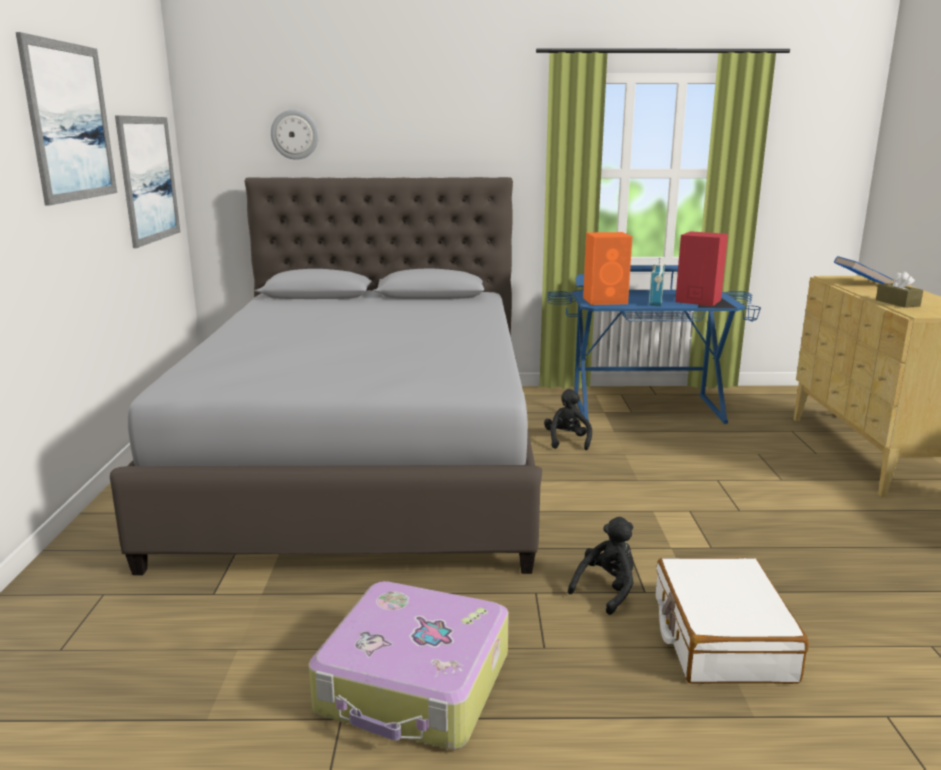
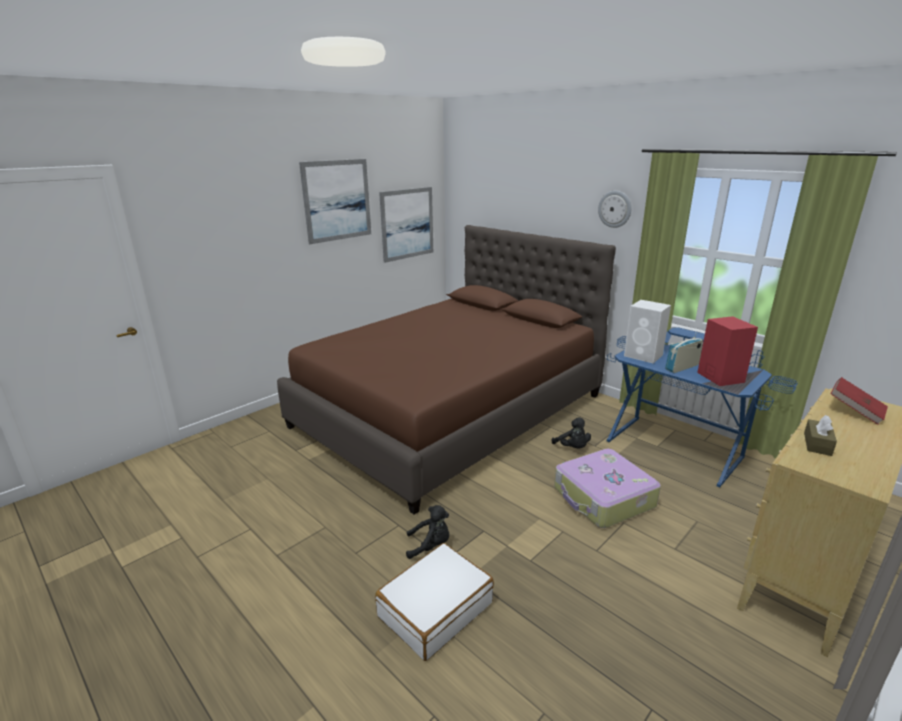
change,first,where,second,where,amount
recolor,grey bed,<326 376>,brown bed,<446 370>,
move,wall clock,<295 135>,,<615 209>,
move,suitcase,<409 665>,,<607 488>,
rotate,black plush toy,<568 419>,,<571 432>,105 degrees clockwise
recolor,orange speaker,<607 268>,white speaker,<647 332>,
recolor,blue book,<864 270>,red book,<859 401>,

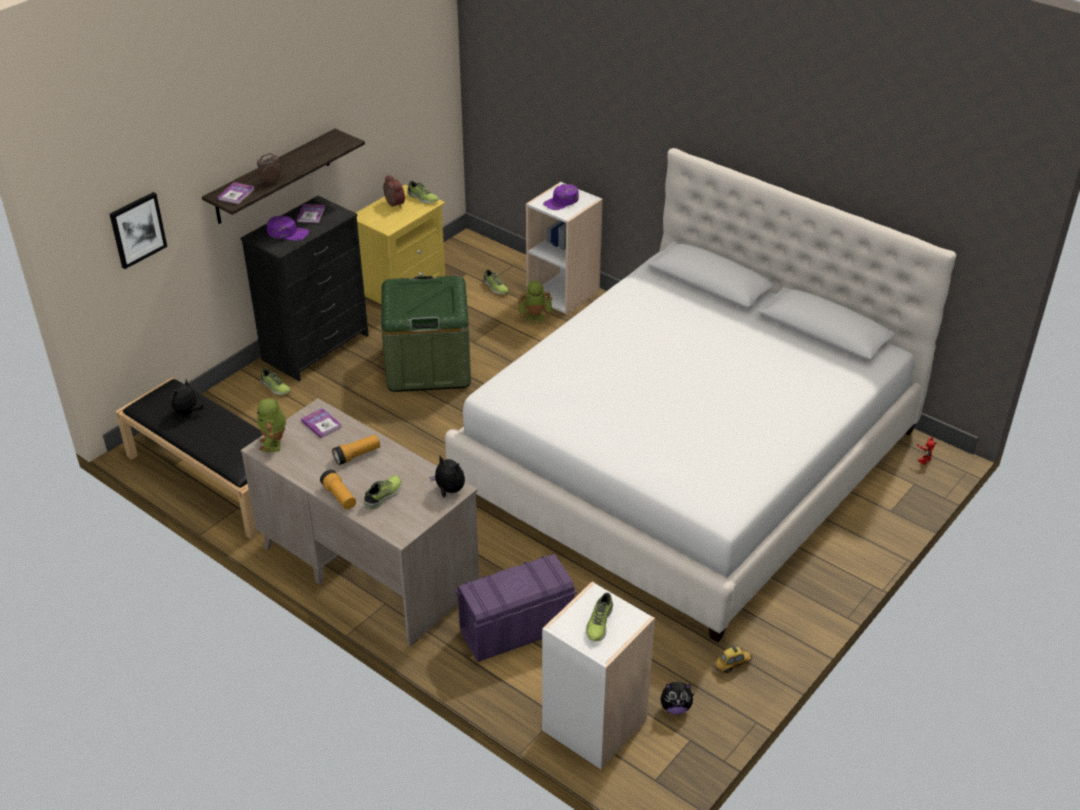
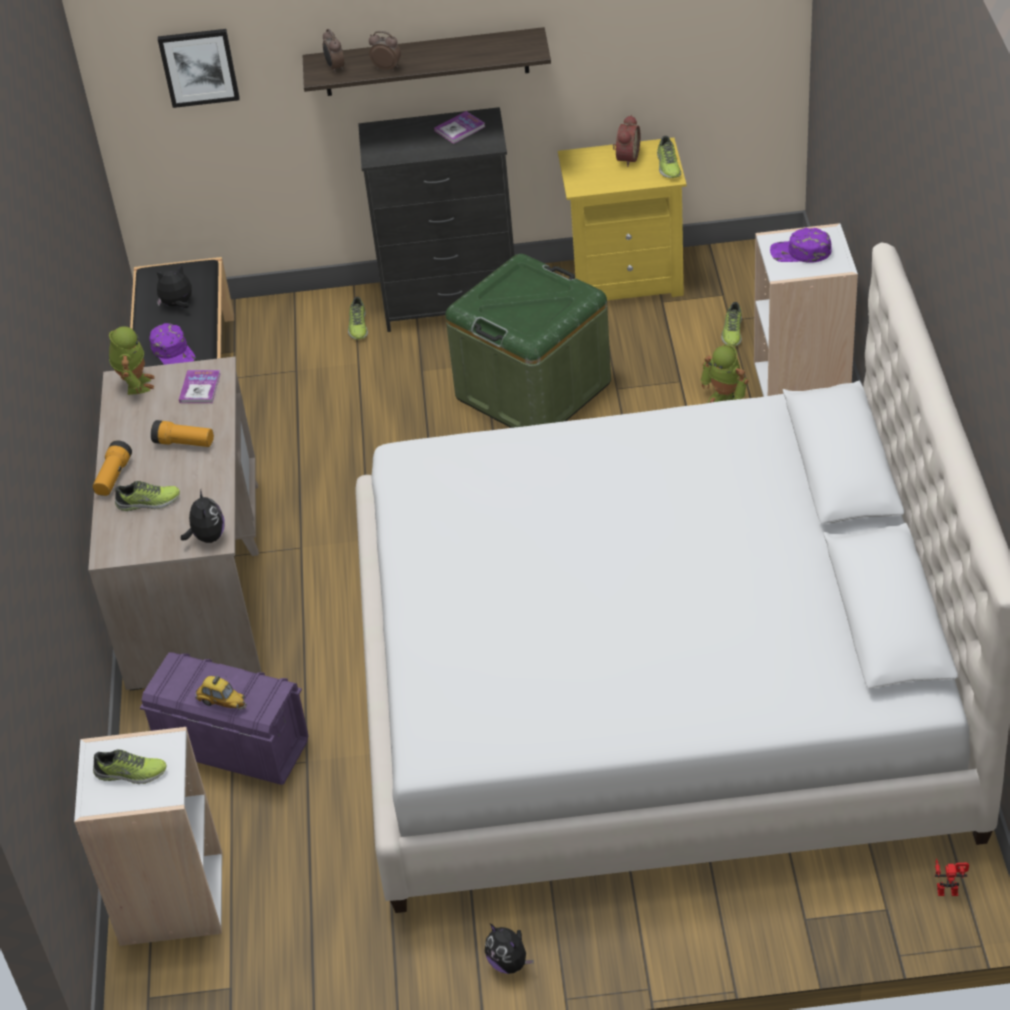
change,first,where,second,where,amount
replace,book,<235 193>,alarm clock,<333 51>,
rotate,toy robot,<271 425>,,<132 360>,135 degrees clockwise
move,purple cap,<288 228>,,<172 344>,
rotate,shoe,<599 617>,,<130 767>,150 degrees counterclockwise
move,plush toy,<677 698>,,<509 948>,
move,toy car,<733 659>,,<221 692>,

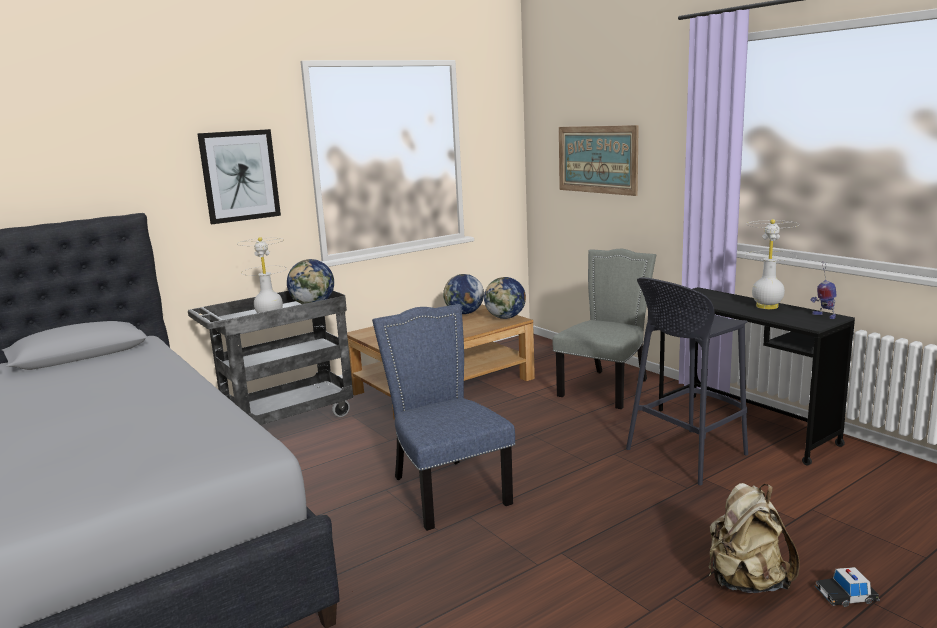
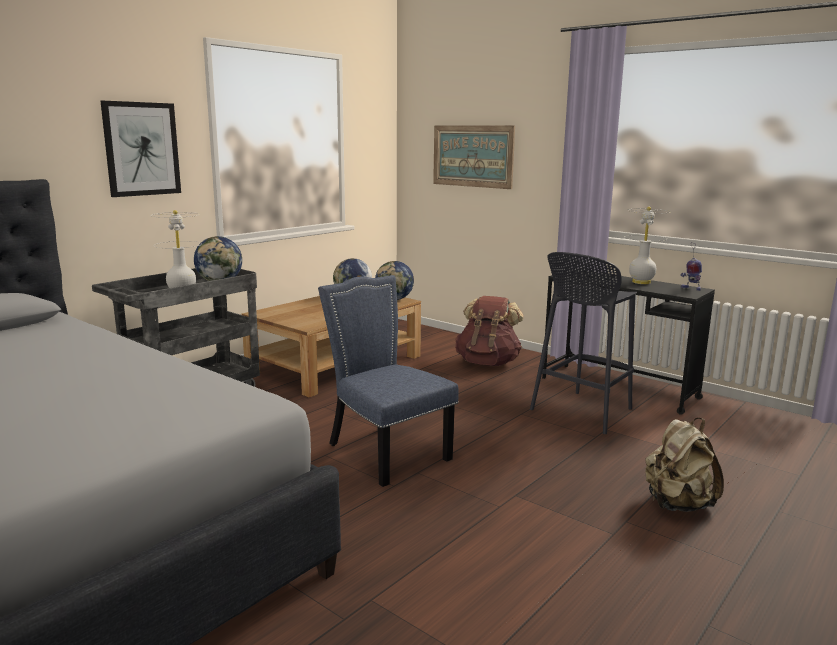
change,first,where,second,where,amount
replace,grey chair,<604 329>,brown backpack,<489 331>,
delete,toy car,<847 587>,,,

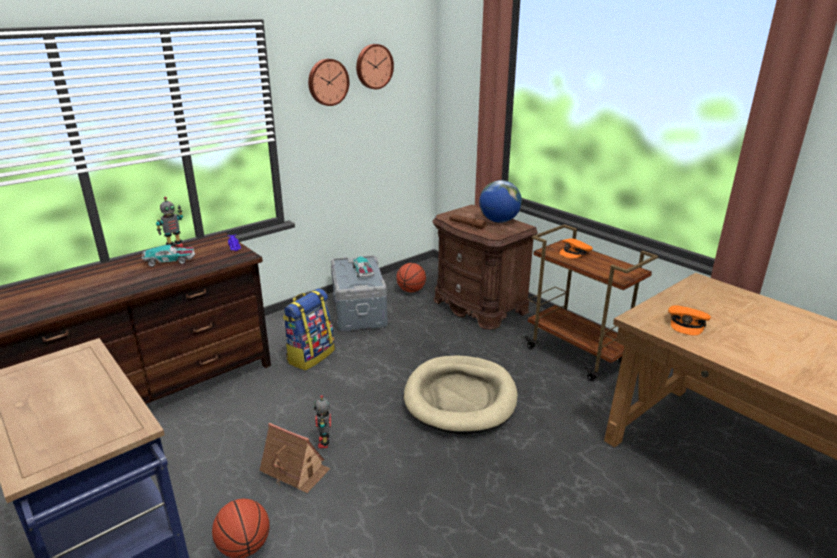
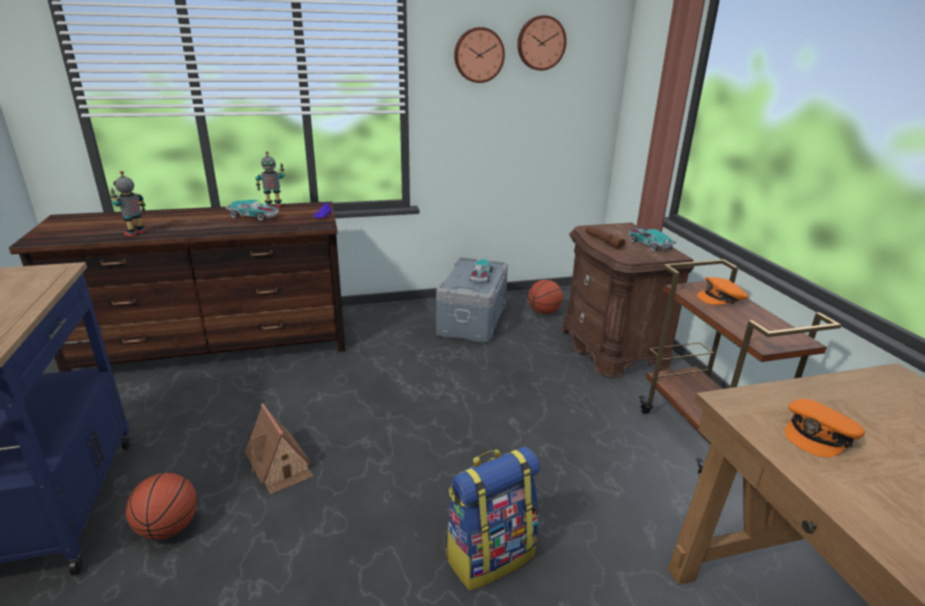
change,first,where,second,where,amount
move,backpack,<309 329>,,<493 518>,
move,toy robot,<322 421>,,<128 204>,
delete,beige dog bed,<461 395>,,,
replace,globe,<500 201>,toy car,<652 240>,

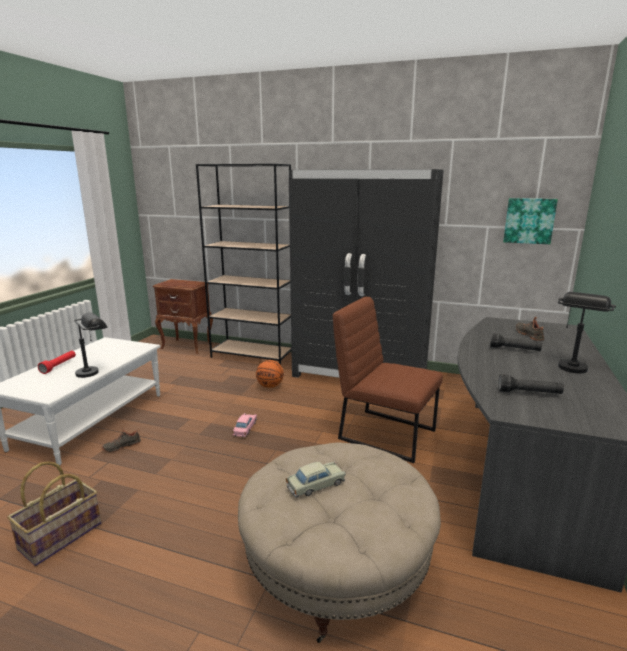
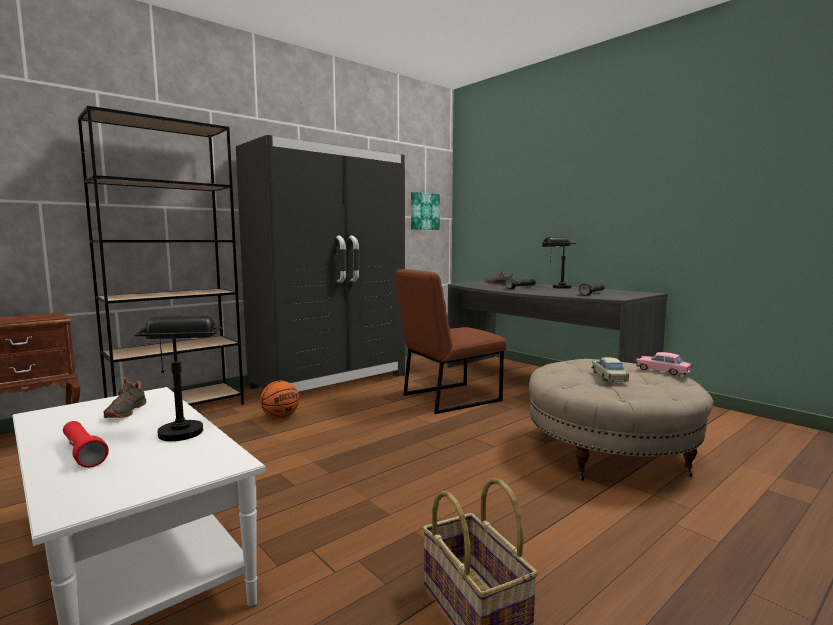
change,first,where,second,where,amount
move,black shoe,<121 440>,,<125 397>,
move,pink toy car,<245 425>,,<664 363>,

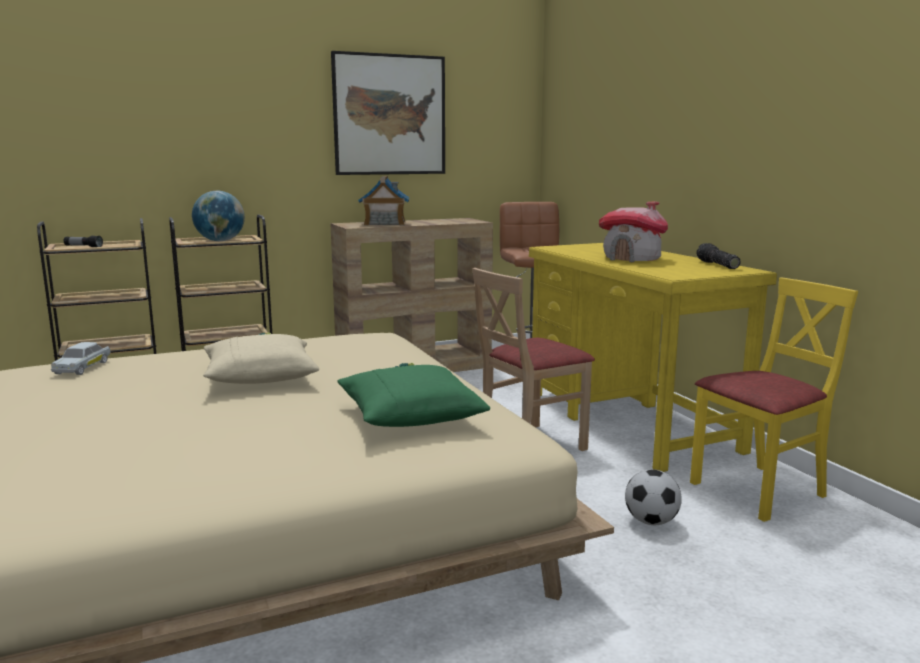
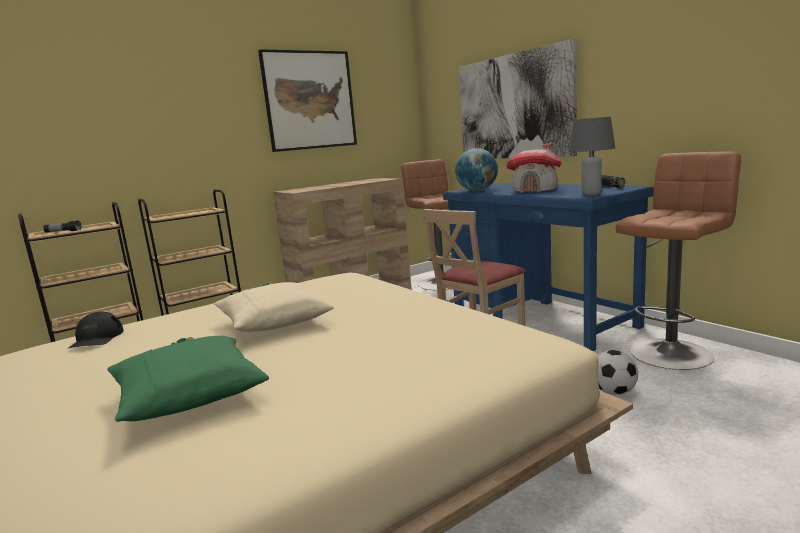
change,first,where,second,where,amount
replace,white toy car,<81 358>,black cap,<96 330>,
move,globe,<218 216>,,<476 169>,
move,green pillow,<413 395>,,<188 379>,
delete,toy house,<384 201>,,,
recolor,yellow desk,<653 357>,blue desk,<548 267>,
replace,yellow chair,<774 399>,brown stool,<678 260>,
insert,,,picture,<518 98>,
insert,,,grey table lamp,<591 156>,

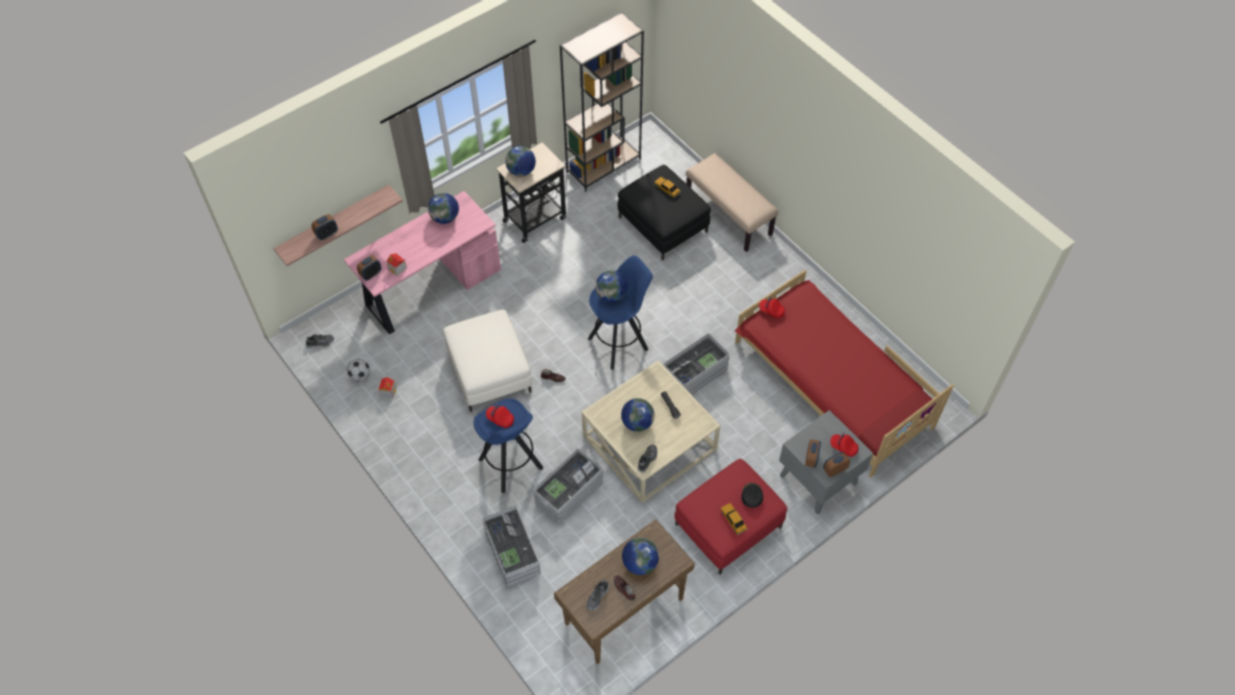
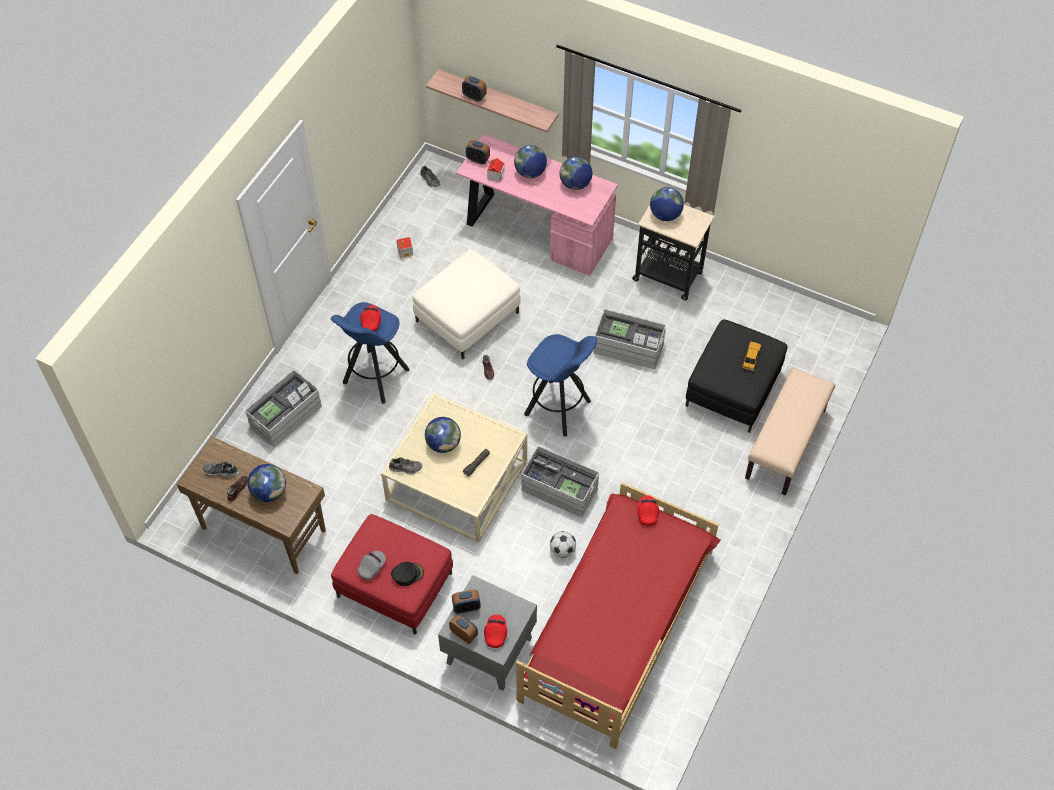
change,first,where,second,where,amount
move,football,<358 370>,,<563 544>,
move,grey storage box,<568 486>,,<629 339>,
delete,bookcase,<602 102>,,,
move,globe,<612 286>,,<530 161>,
replace,toy car,<734 519>,grey cap,<372 565>,

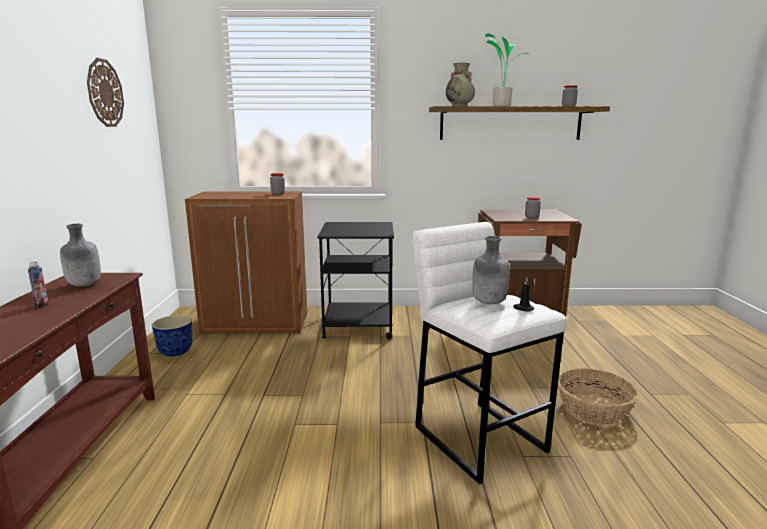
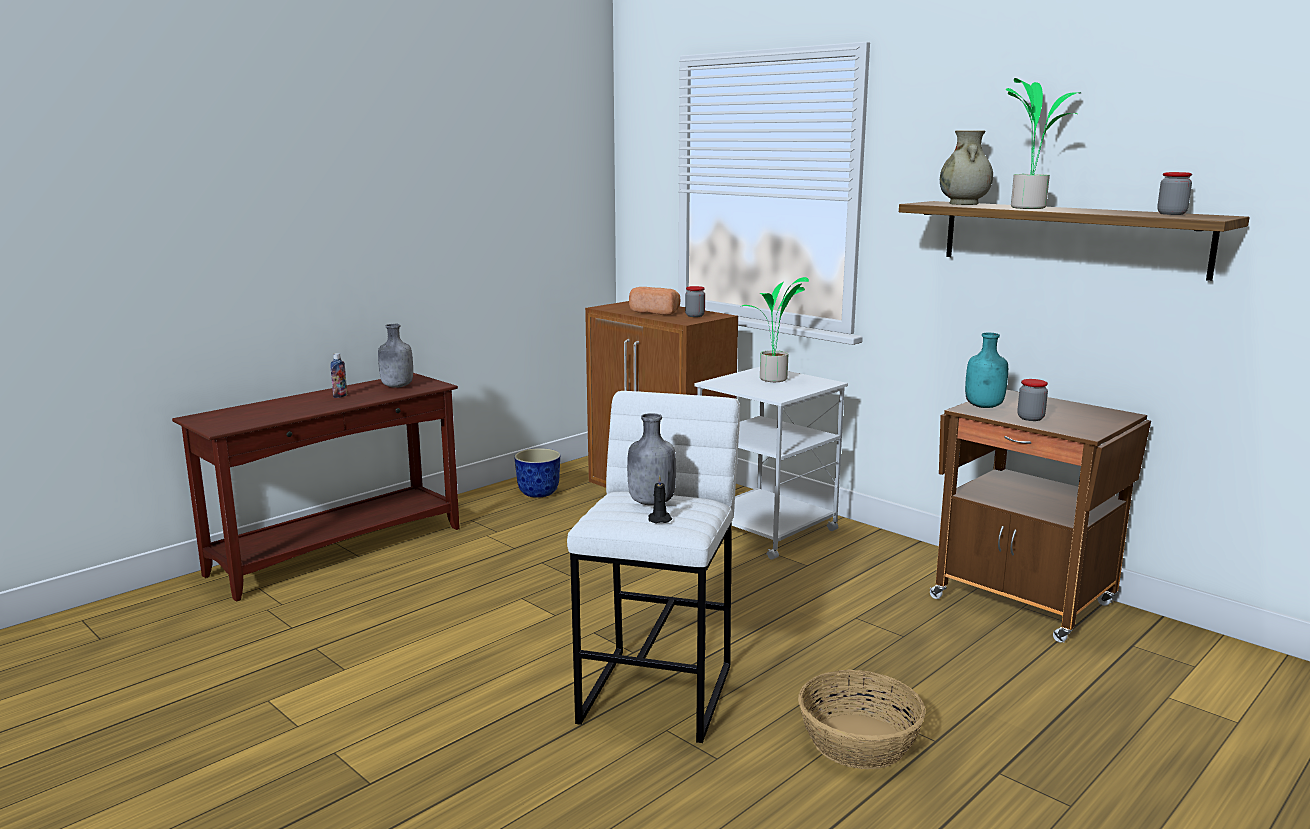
change,first,where,second,where,amount
delete,wall clock,<105 92>,,,
recolor,black cart,<356 280>,white cart,<771 463>,
insert,,,bread,<654 301>,
insert,,,potted plant,<775 329>,
insert,,,turquoise bottle,<986 370>,

